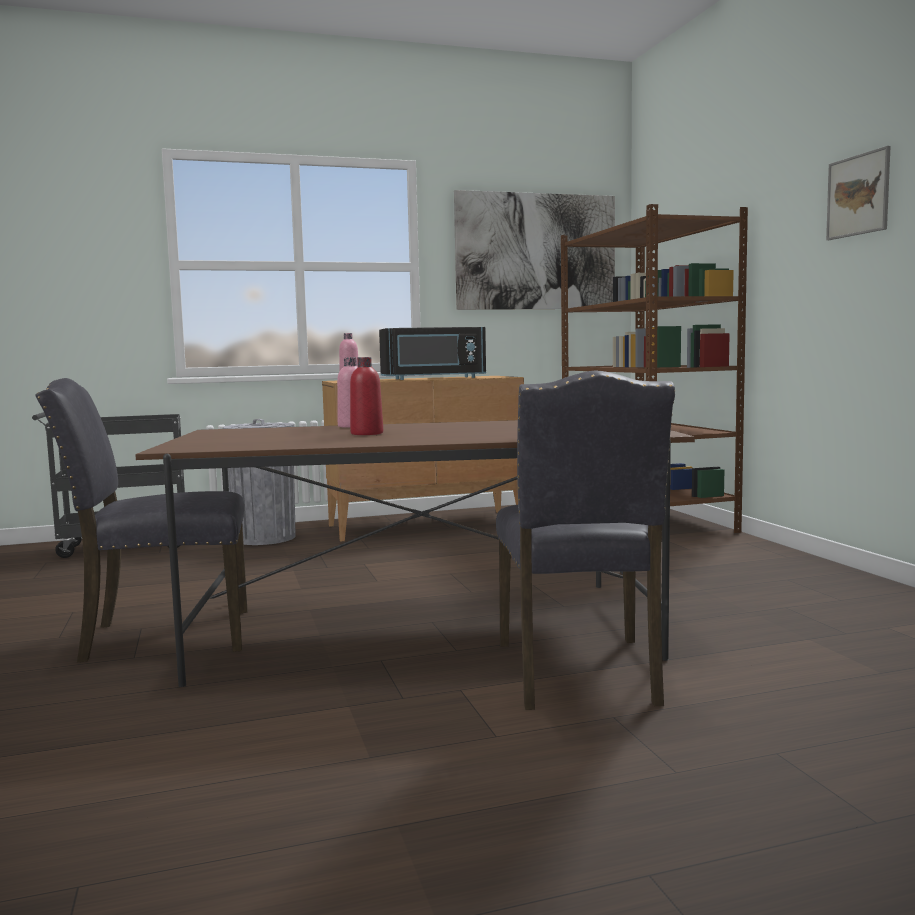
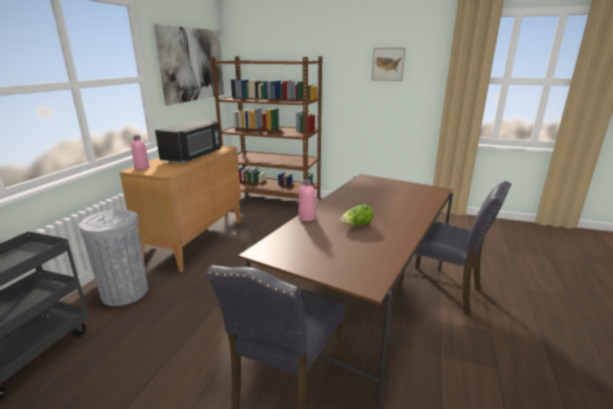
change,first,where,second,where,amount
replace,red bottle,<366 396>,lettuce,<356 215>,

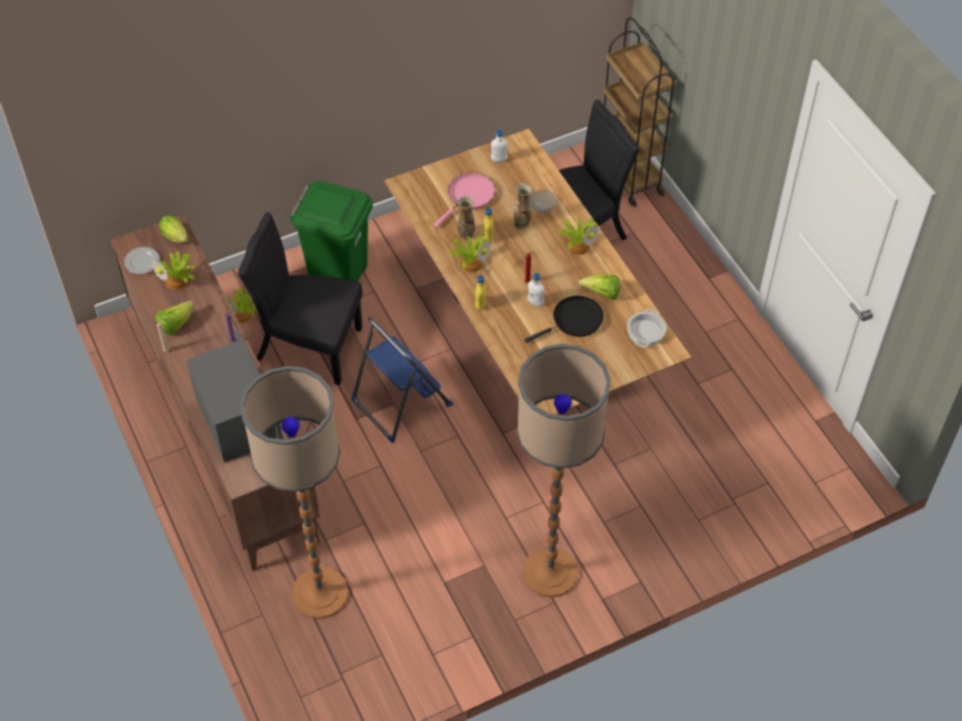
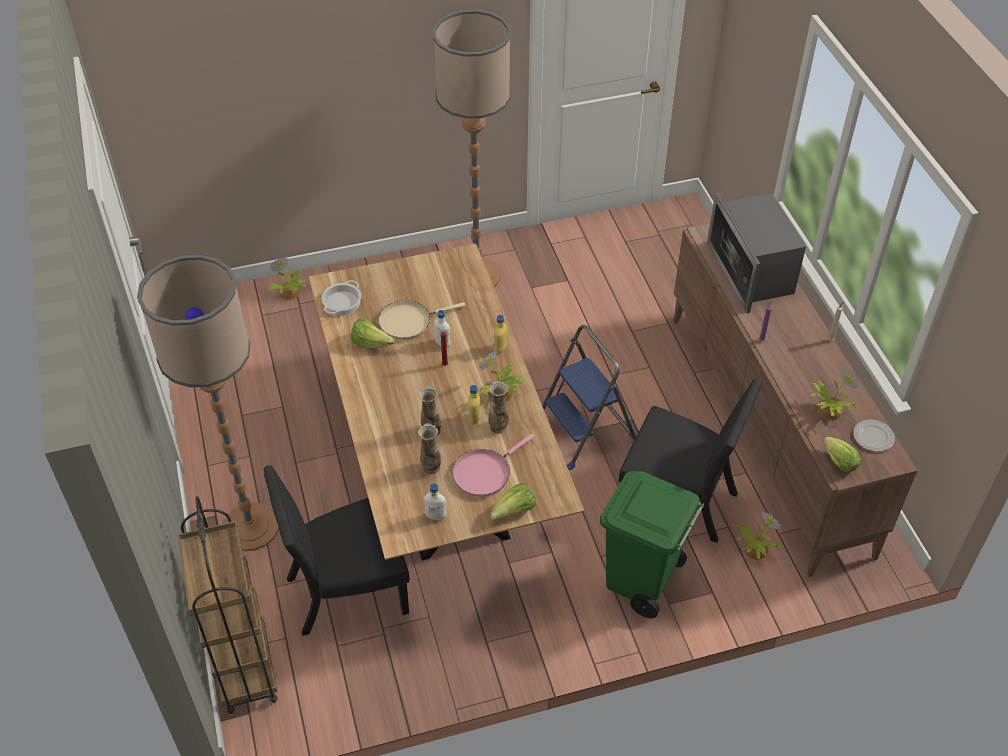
change,first,where,second,where,amount
move,lettuce,<174 317>,,<513 501>,
move,floor lamp,<294 492>,,<208 403>,
recolor,black frying pan,<564 319>,beige frying pan,<422 320>,
delete,beige plate,<543 201>,,,
move,potted plant,<577 237>,,<286 278>,
insert,,,vase,<429 448>,

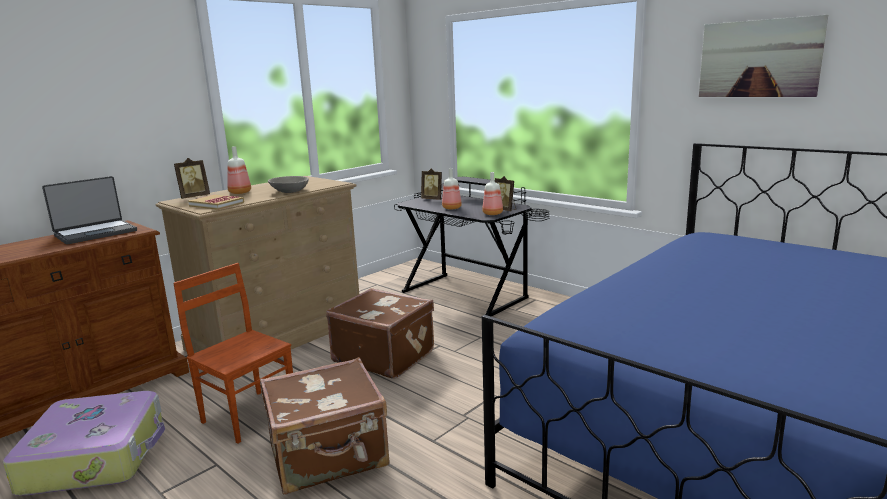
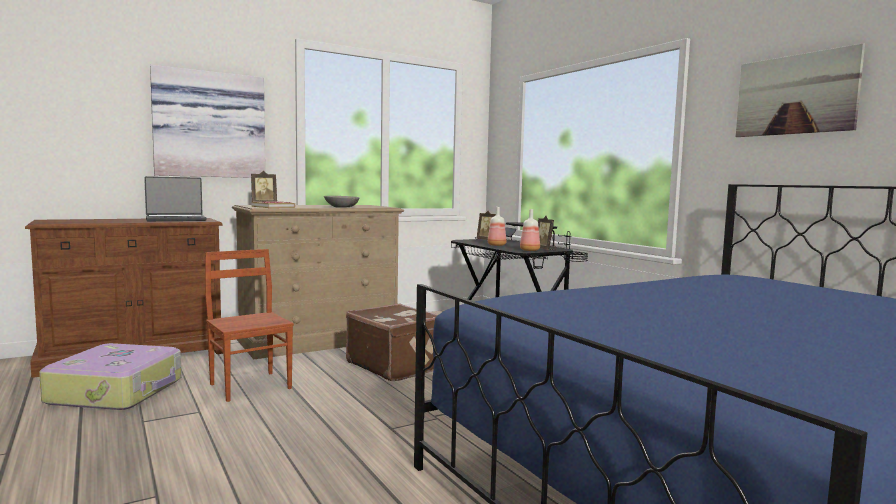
change,first,where,second,where,amount
delete,bottle,<239 170>,,,
delete,brown suitcase,<324 426>,,,
insert,,,picture,<207 121>,

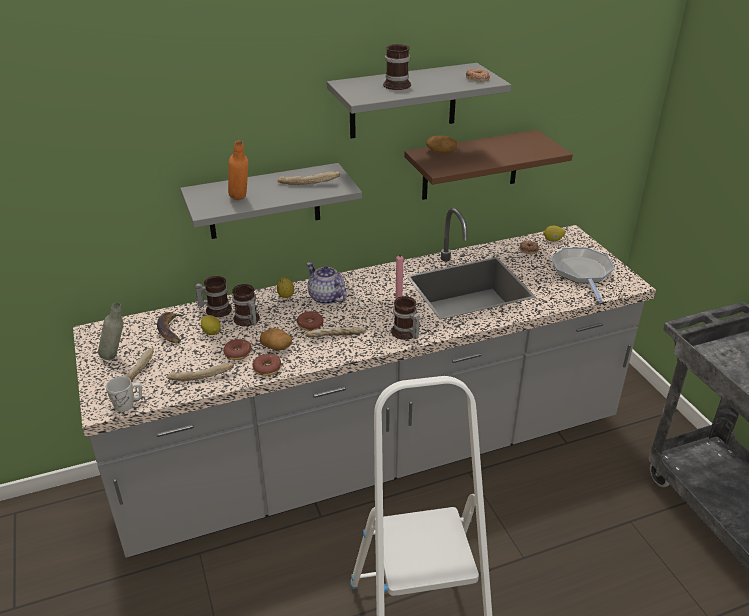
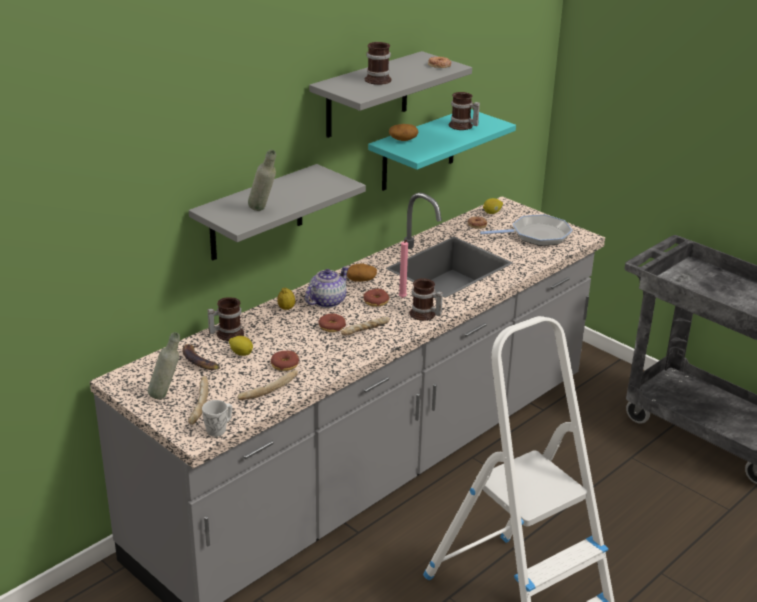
change,first,where,second,where,amount
recolor,orange bottle,<238 170>,grey bottle,<262 180>,
move,mug,<246 305>,,<464 111>,
move,donut,<266 365>,,<376 298>,
move,potato,<276 339>,,<362 273>,
delete,bread,<308 178>,,,
rotate,teapot,<326 283>,,<327 287>,105 degrees clockwise
recolor,brown shelf,<488 165>,turquoise shelf,<442 150>,
rotate,frying pan,<582 275>,,<526 230>,105 degrees clockwise

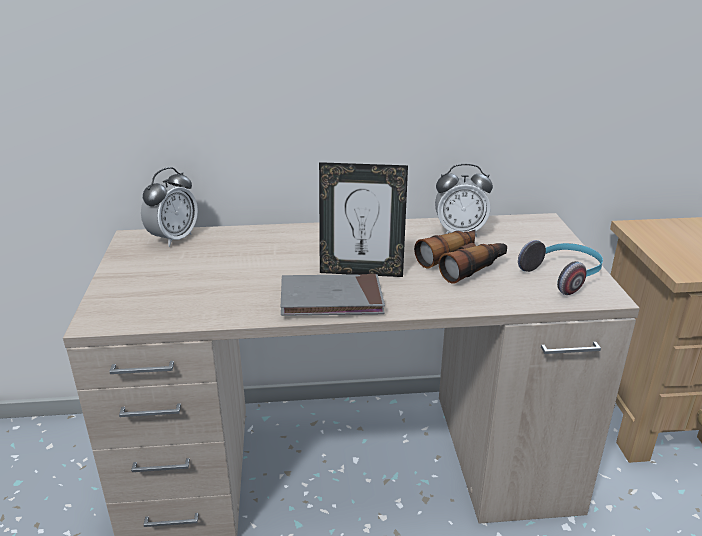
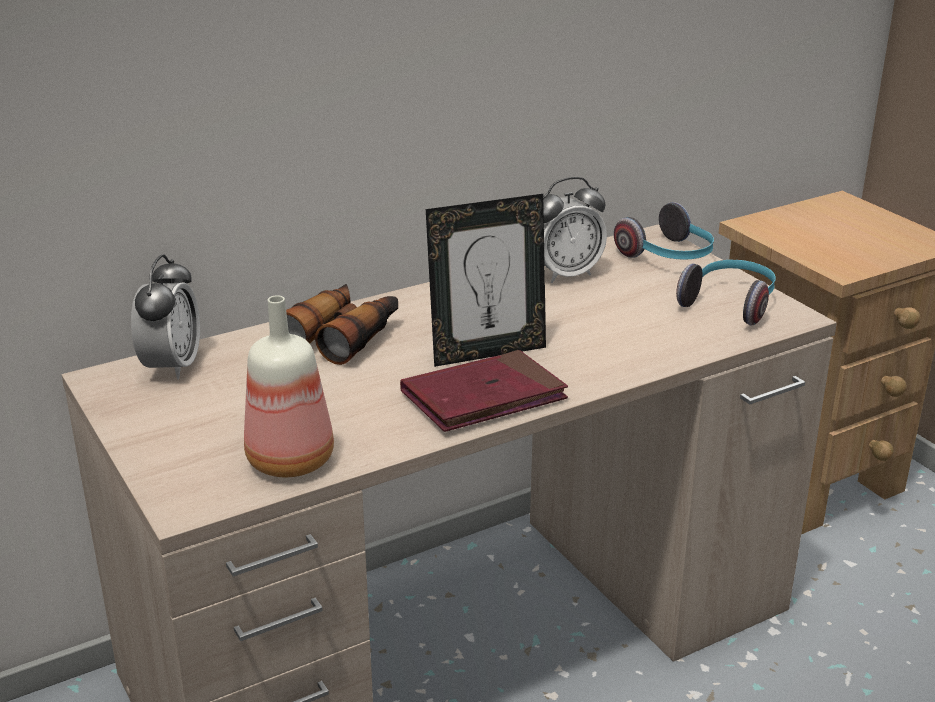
change,first,where,second,where,amount
recolor,grey book,<333 295>,red book,<484 391>,
move,binoculars,<460 256>,,<342 324>,
insert,,,bottle,<289 386>,
insert,,,headphones,<664 231>,

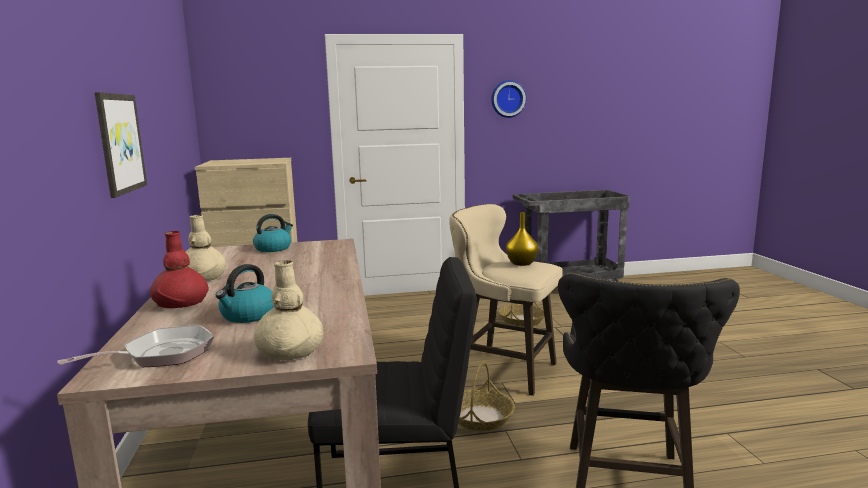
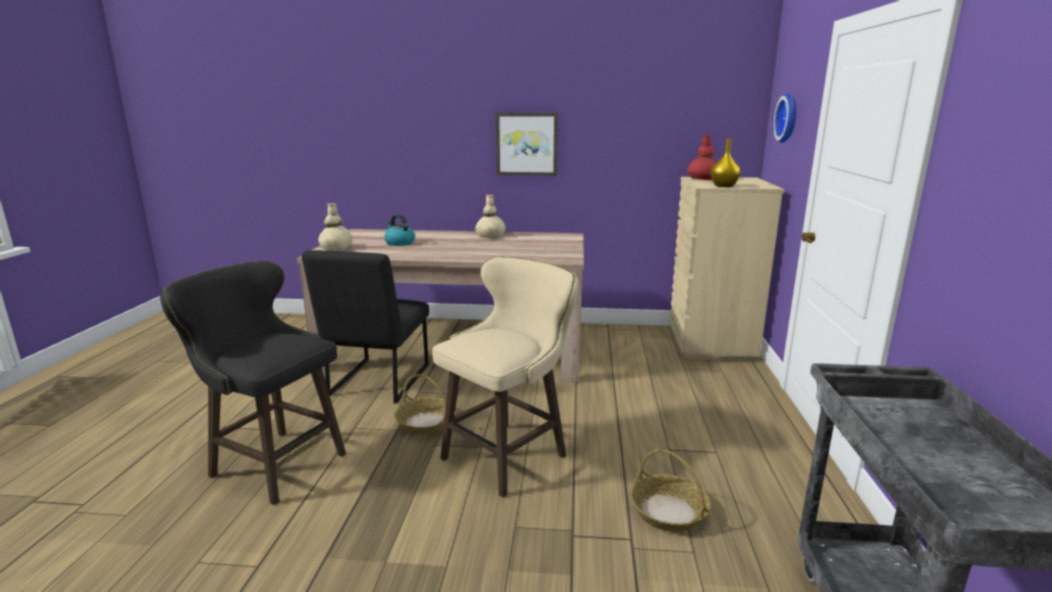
change,first,where,second,where,amount
delete,frying pan,<135 346>,,,
move,red vase,<179 269>,,<701 157>,
delete,kettle,<273 233>,,,
move,wall clock,<508 99>,,<785 118>,
move,yellow vase,<522 239>,,<726 163>,

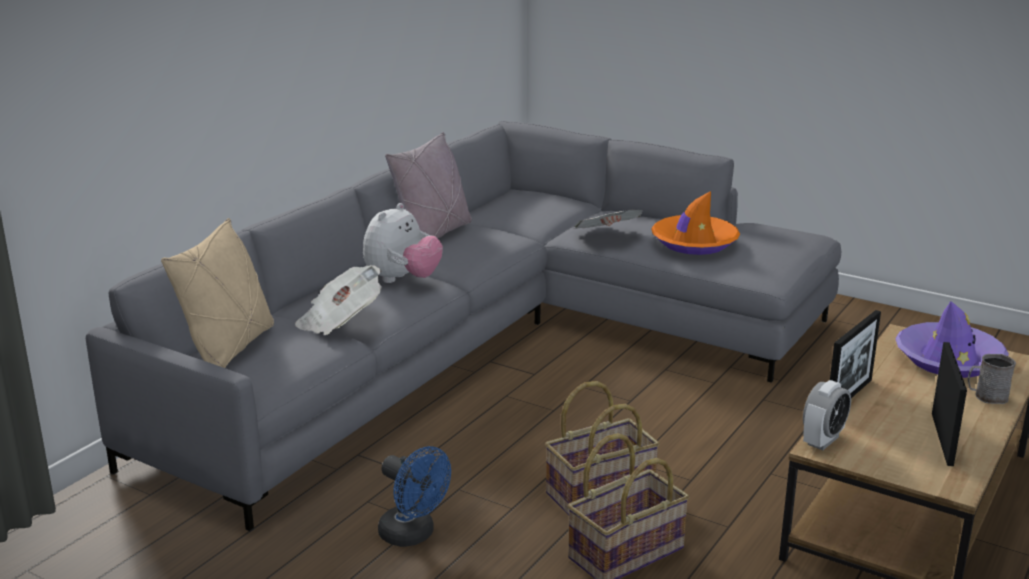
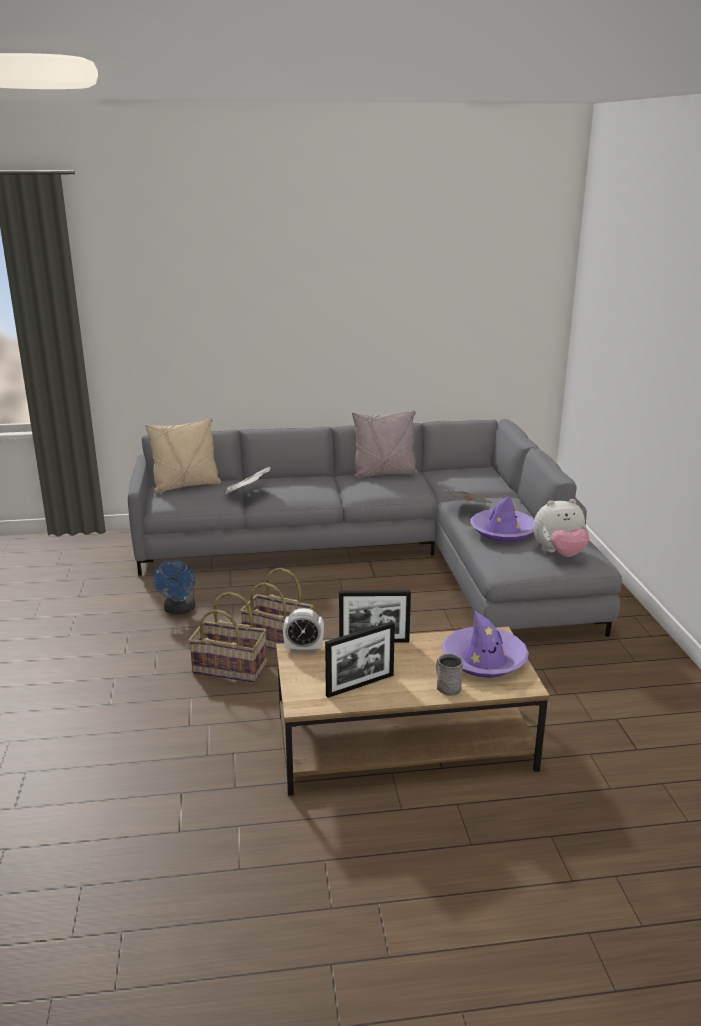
change,first,where,second,where,amount
move,plush toy,<403 243>,,<561 528>,
recolor,orange hat,<695 223>,purple hat,<502 519>,

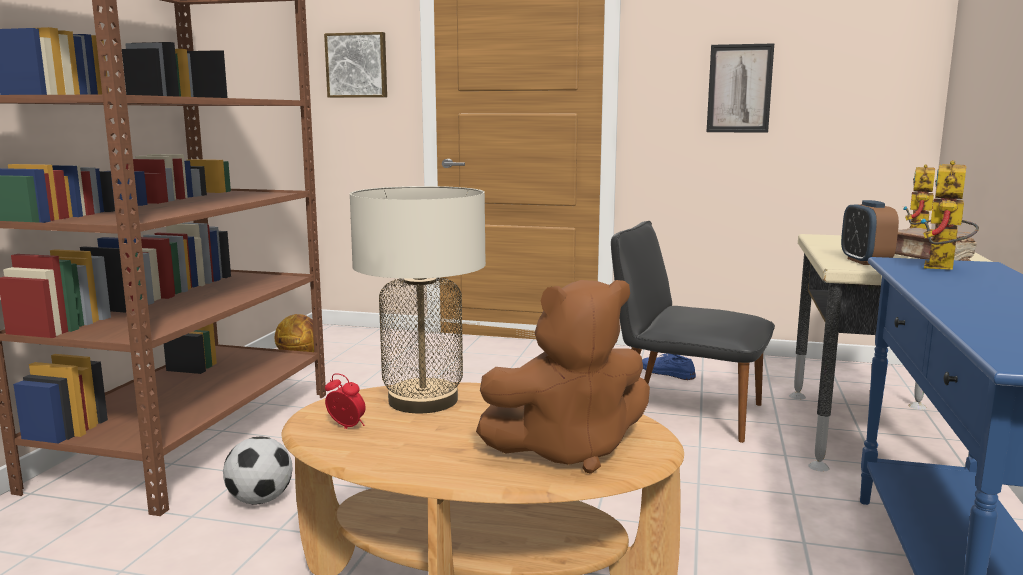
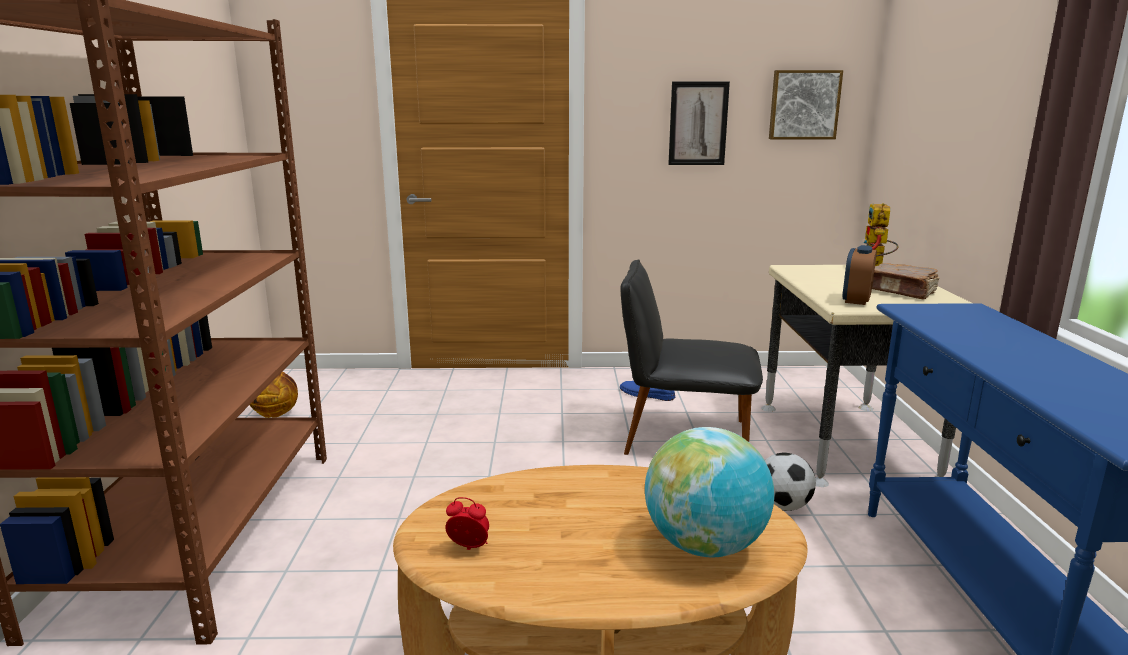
change,first,where,second,where,amount
move,football,<258 470>,,<790 482>,
move,picture,<355 65>,,<806 104>,
delete,table lamp,<418 299>,,,
replace,brown plush toy,<563 377>,globe,<709 492>,
rotate,alarm clock,<870 232>,,<860 275>,45 degrees clockwise
delete,toy robot,<949 215>,,,

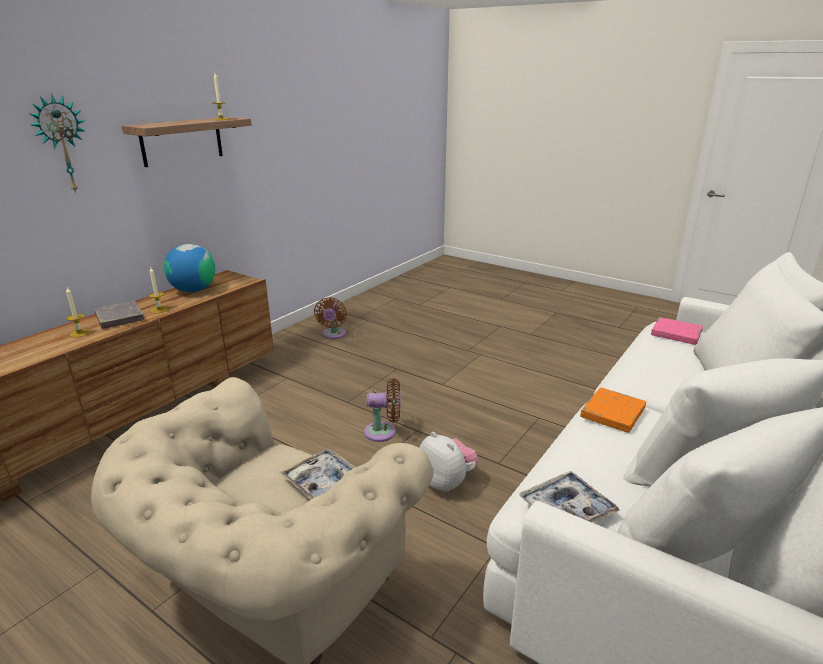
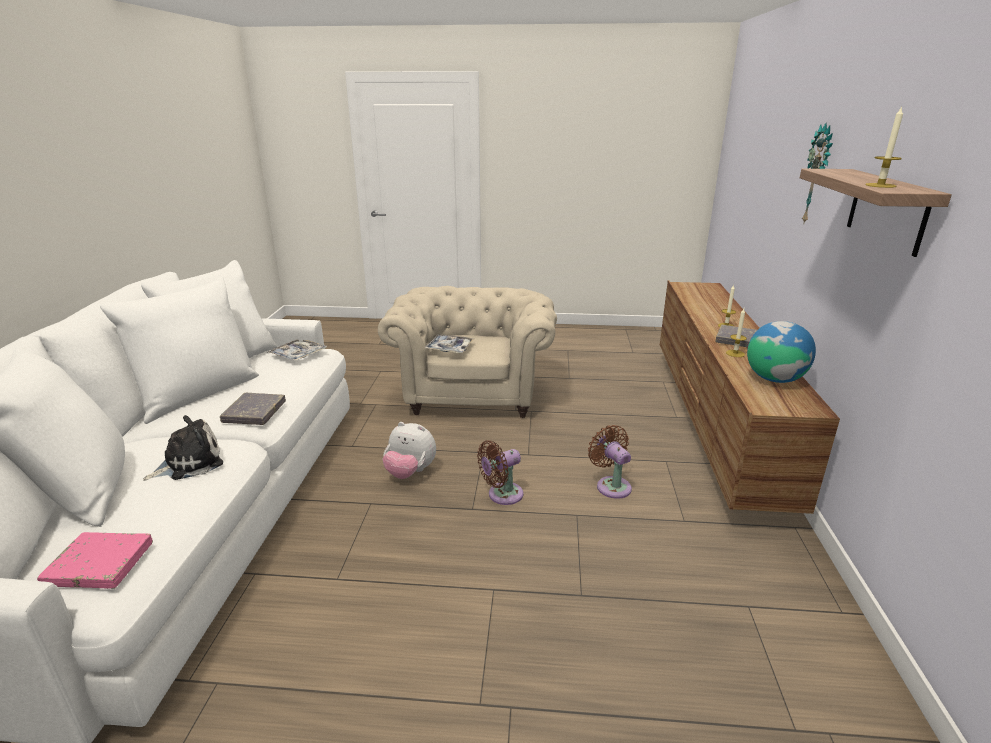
change,first,where,second,where,amount
move,brown fan,<330 318>,,<610 462>,
recolor,orange book,<613 410>,grey book,<253 409>,
insert,,,plush toy,<183 448>,

